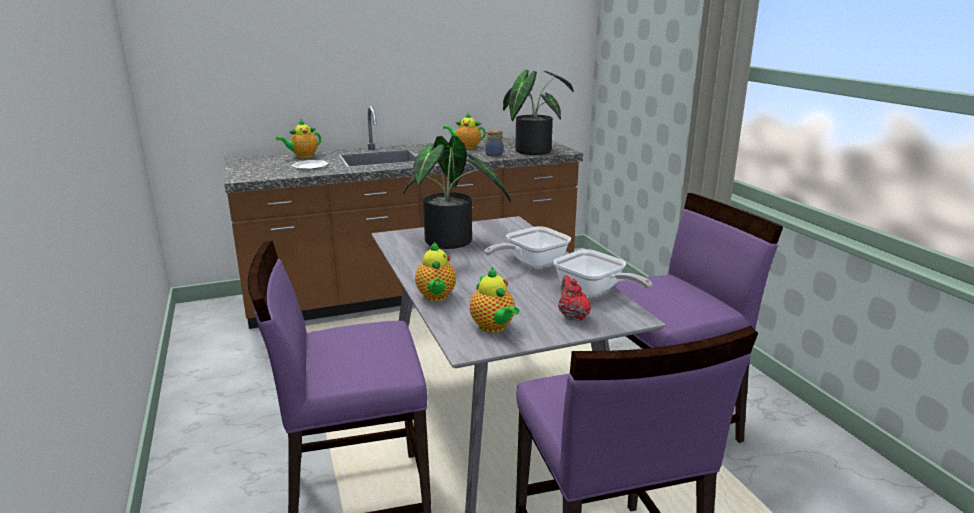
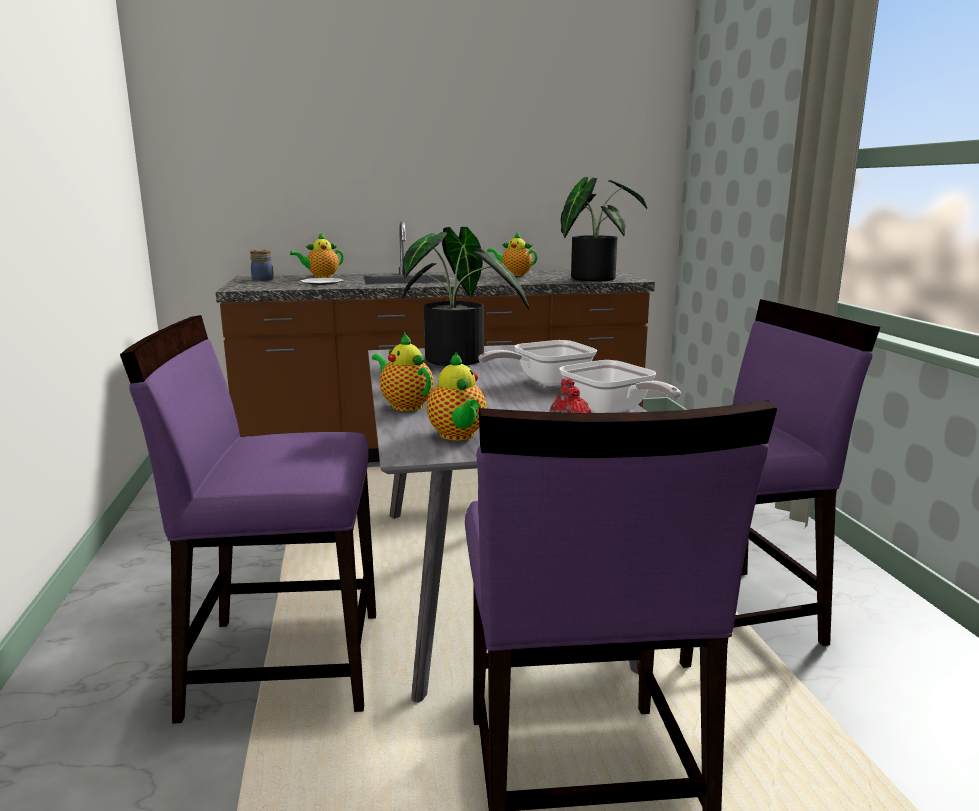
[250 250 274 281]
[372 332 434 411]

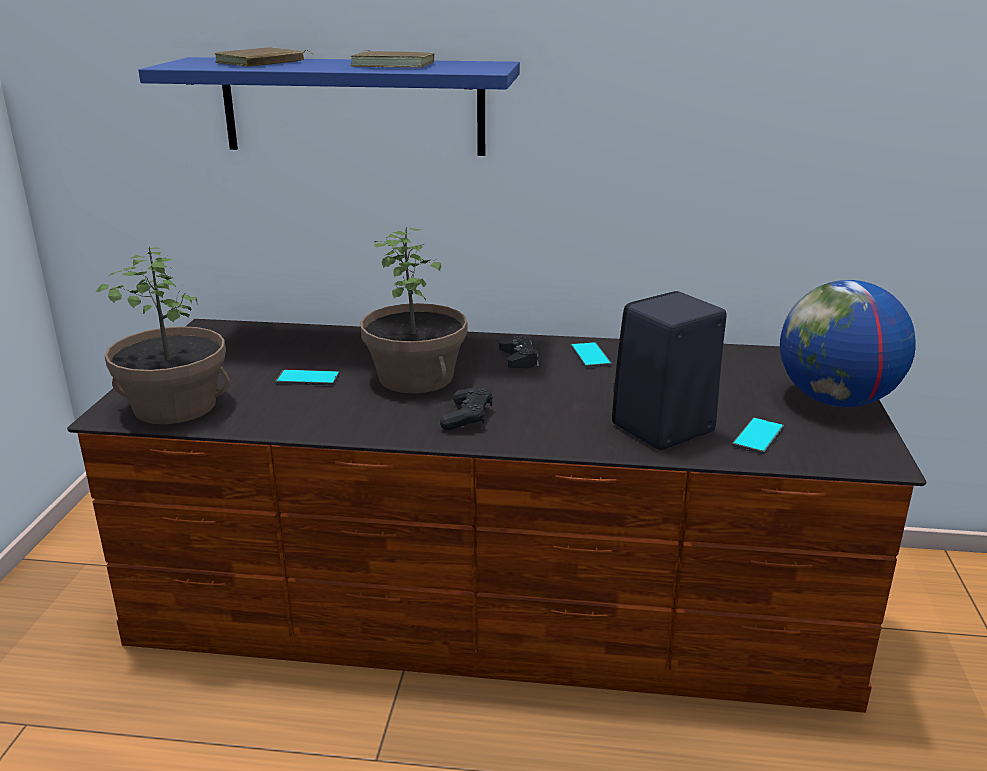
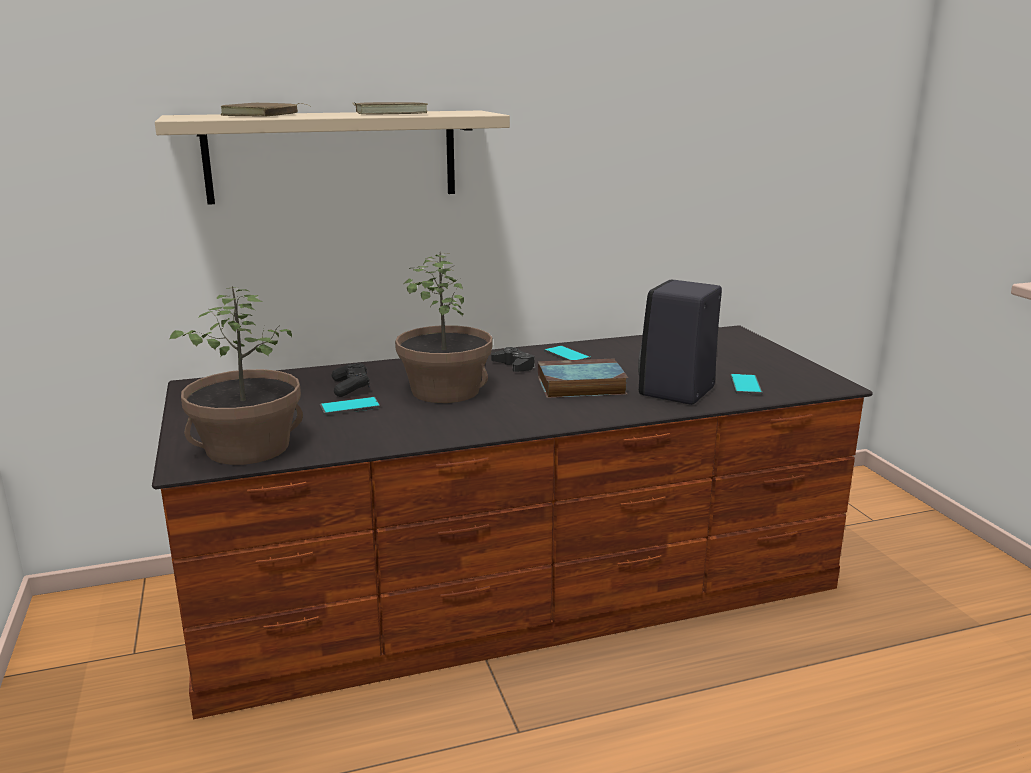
[780 280 916 407] (first image)
[538 359 628 398]
[332 363 369 397]
[155 111 510 205]

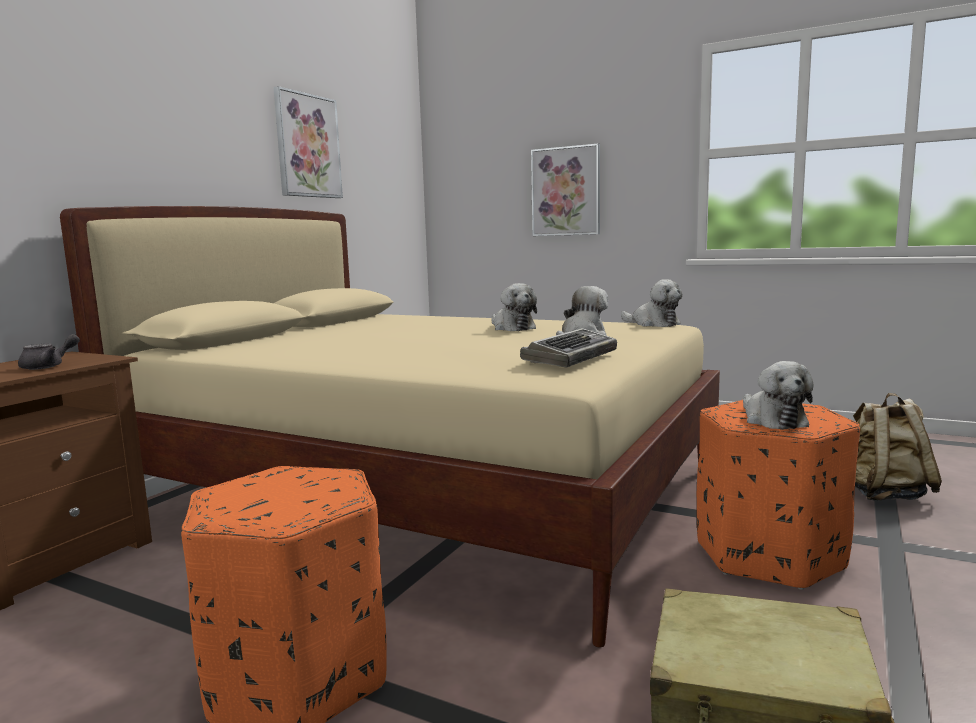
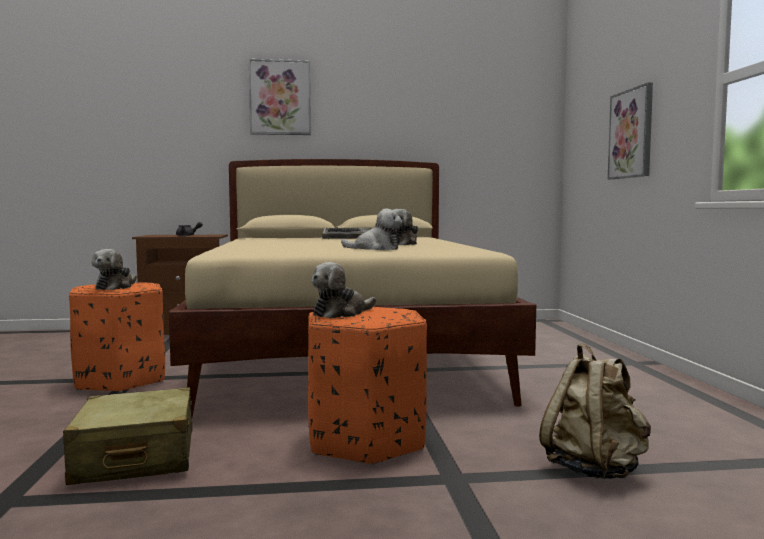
[249 59 311 135]
[322 228 372 239]
[92 249 137 290]

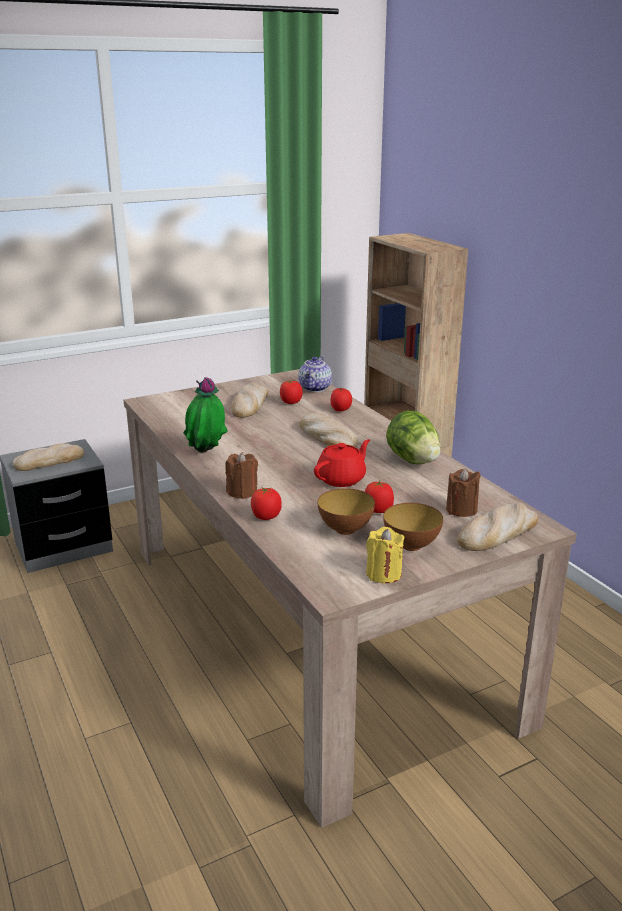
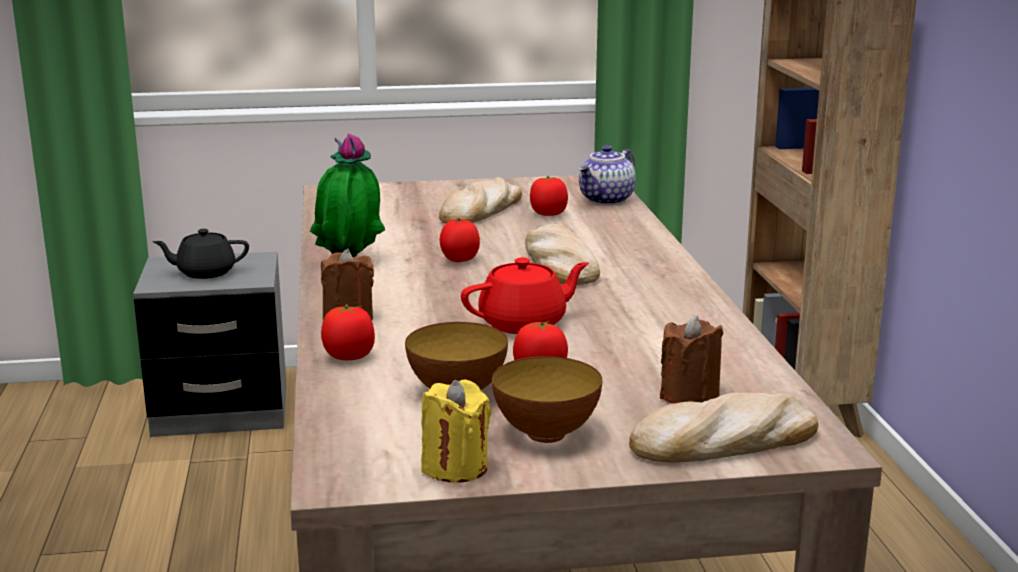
[386 410 441 464] (first image)
[440 218 480 262]
[153 229 249 279]

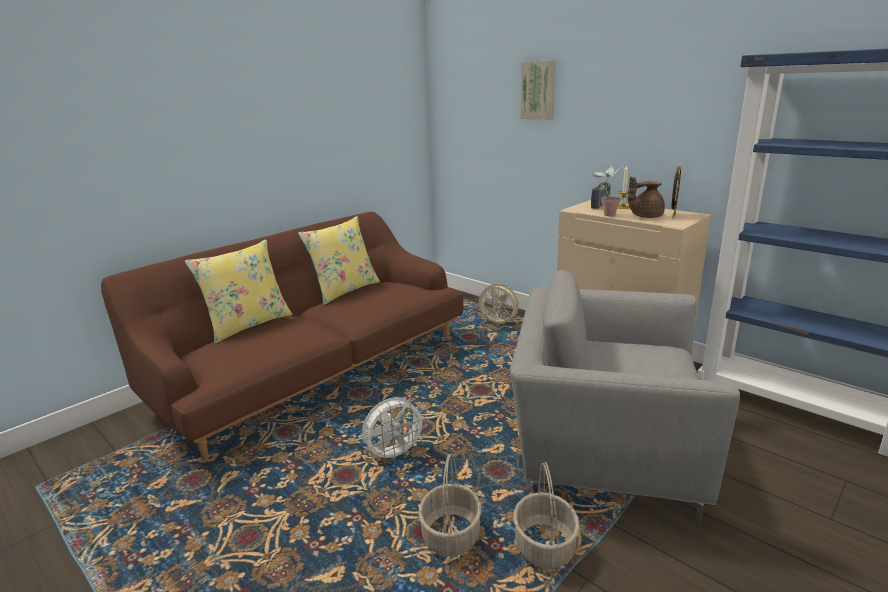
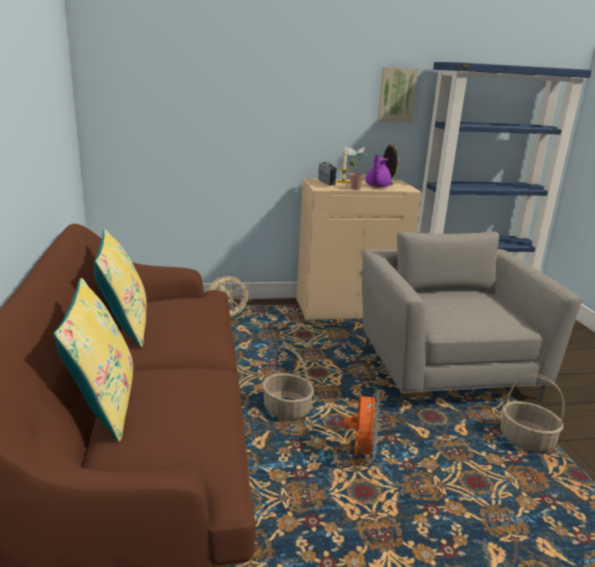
[263 345 314 420]
[377 67 418 123]
[344 389 380 462]
[366 154 391 187]
[362 232 582 407]

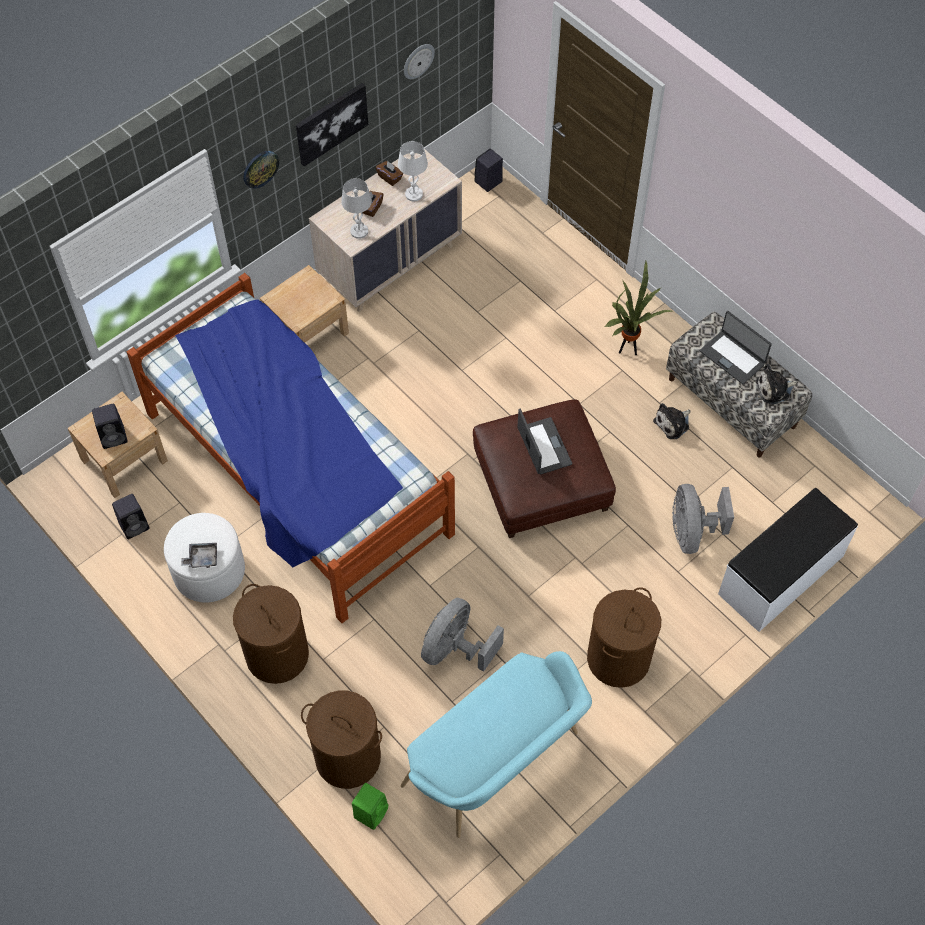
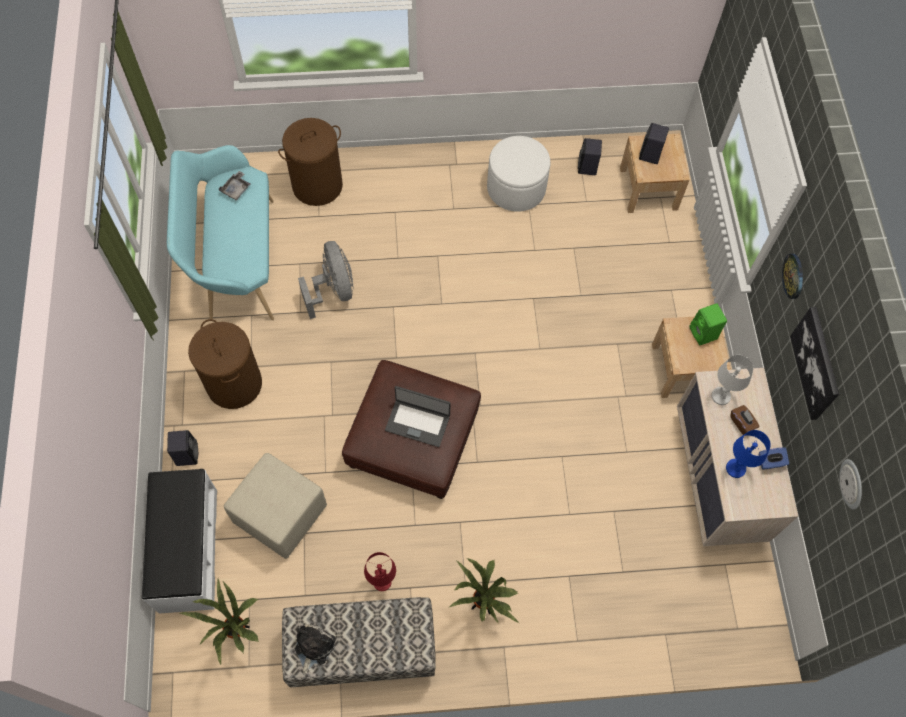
[127 273 455 623] (first image)
[233 584 309 684] (first image)
[700 311 772 384] (first image)
[180 579 259 665]
[219 171 251 200]
[689 303 727 345]
[167 430 198 466]
[364 552 396 591]
[224 453 327 559]
[758 447 789 470]
[726 430 771 478]

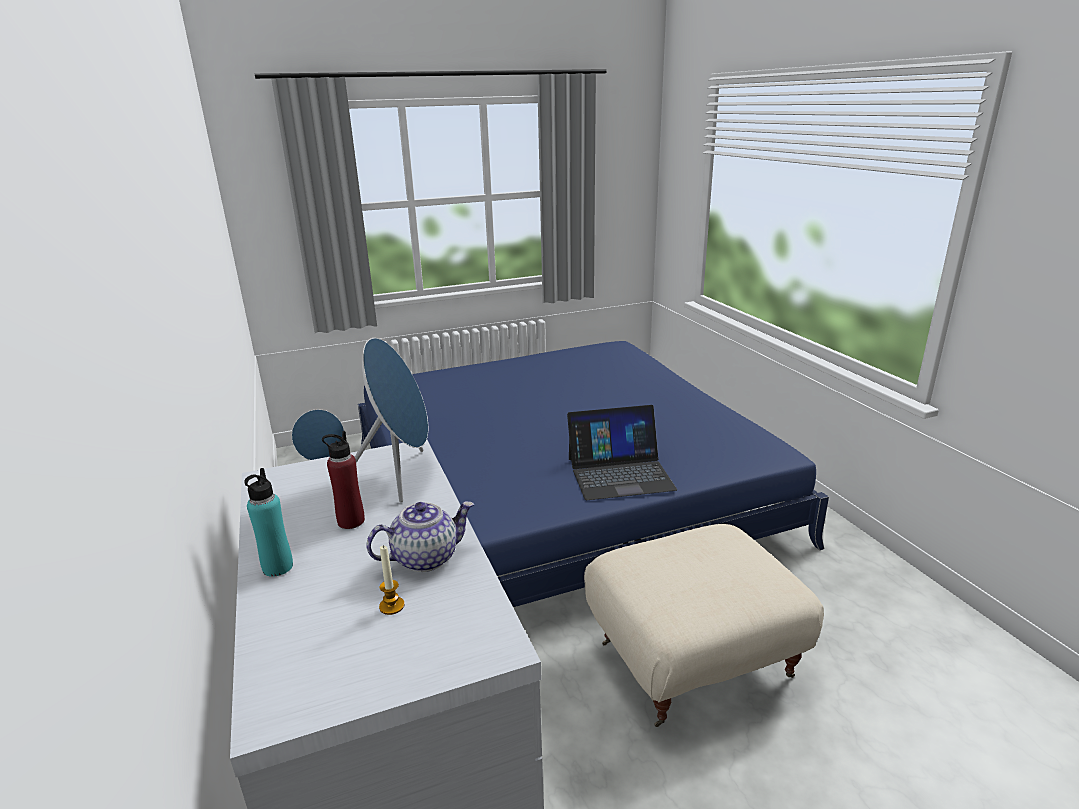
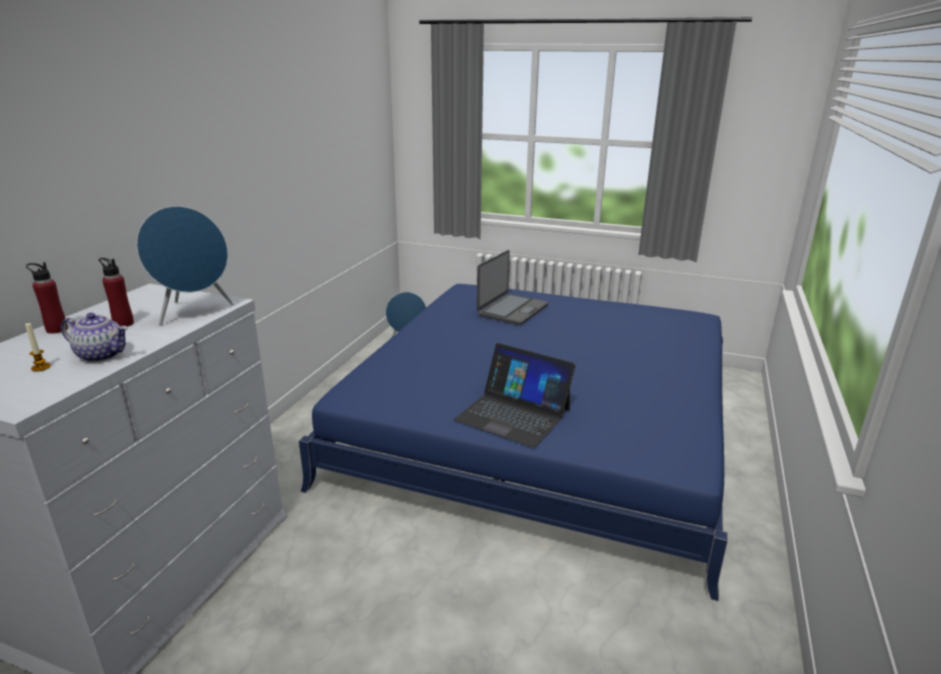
[584 524 824 727] (first image)
[477 250 548 325]
[26 262 68 334]

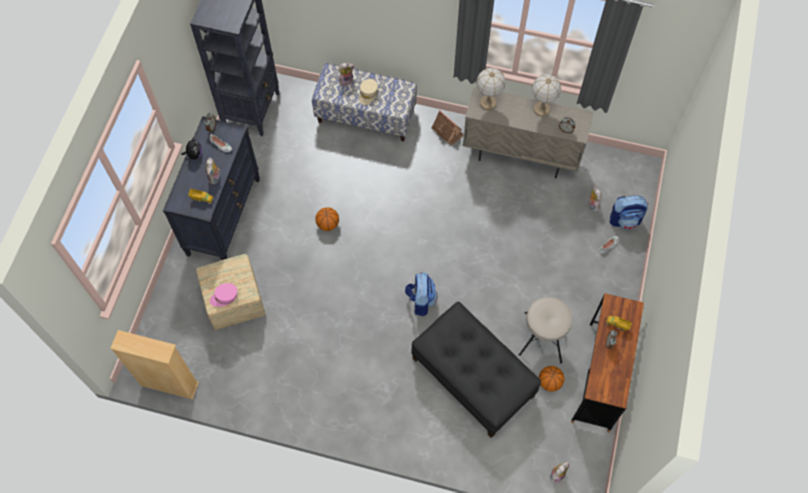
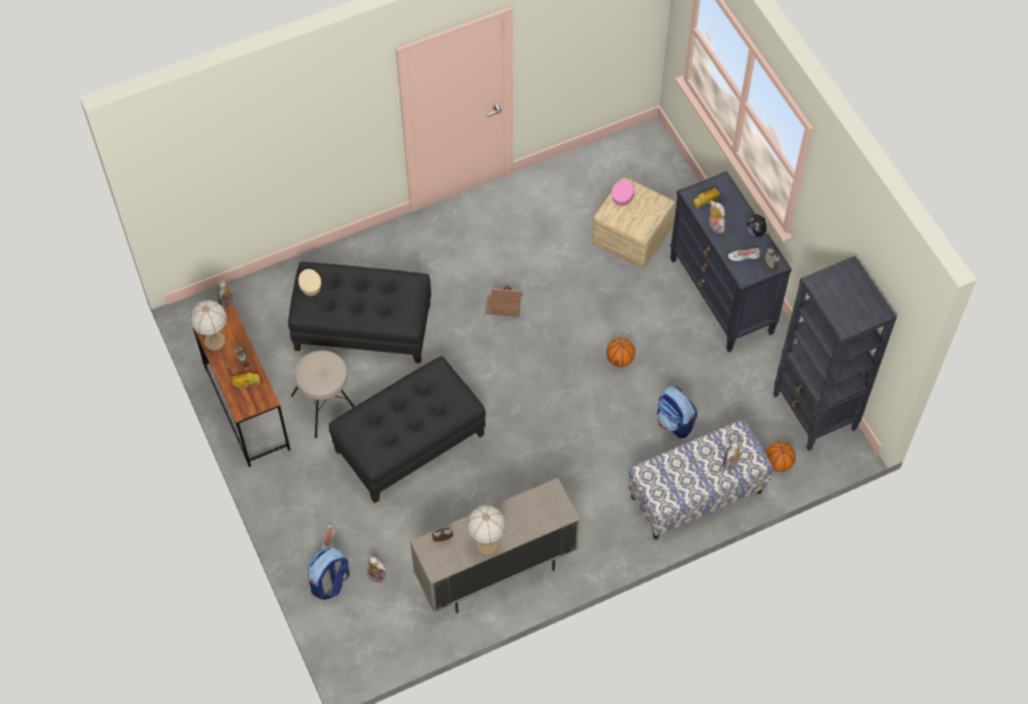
[110 330 199 399] (first image)
[329 356 486 503]
[298 269 321 296]
[657 386 698 438]
[485 284 522 317]
[190 300 227 350]
[765 442 796 472]

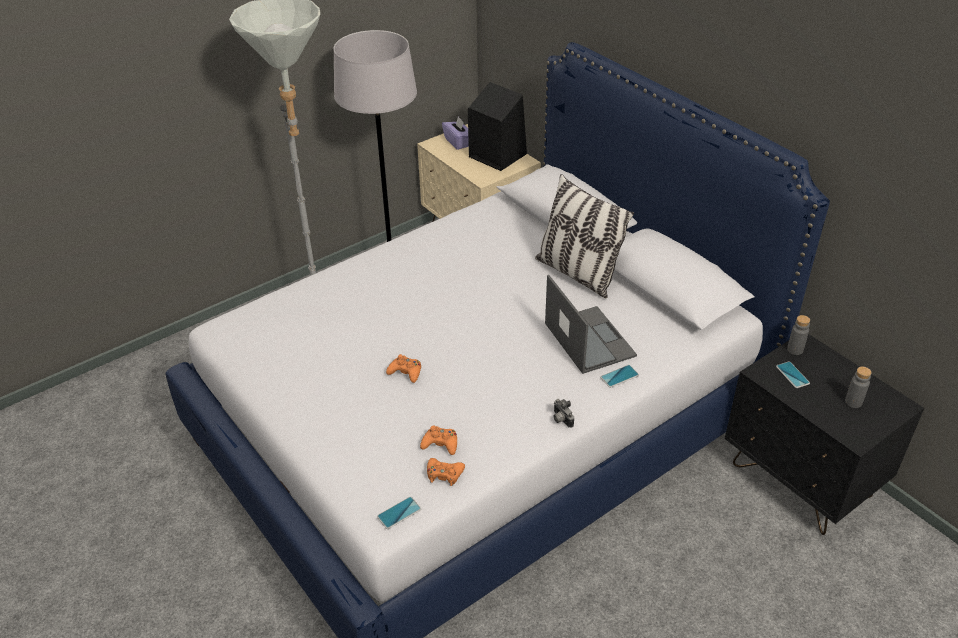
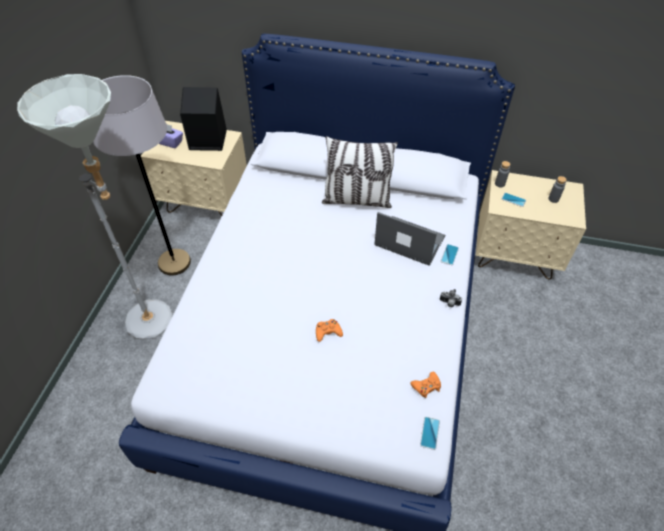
[420 425 457 455] (first image)
[475 170 586 280]

